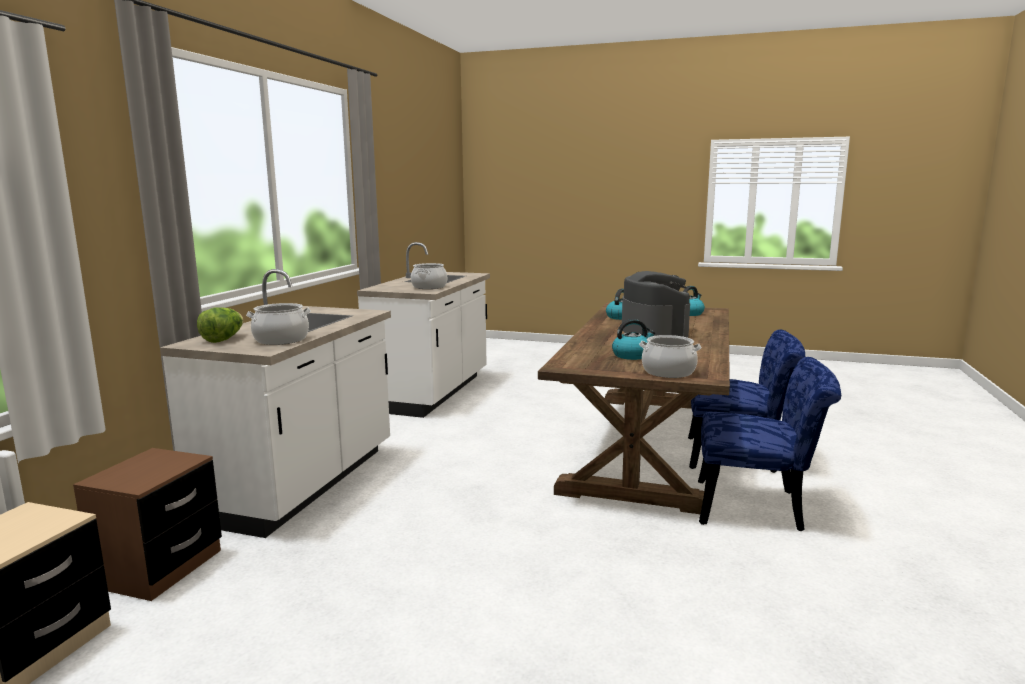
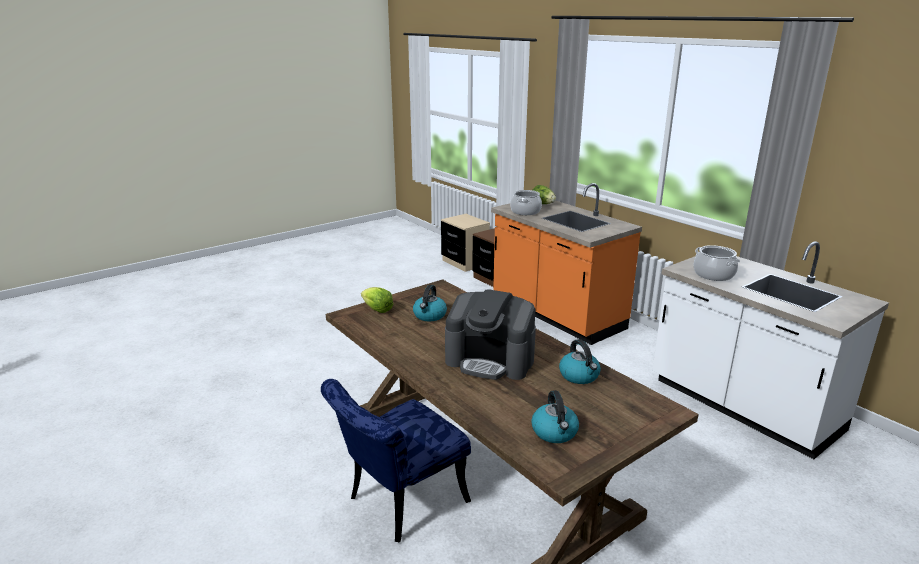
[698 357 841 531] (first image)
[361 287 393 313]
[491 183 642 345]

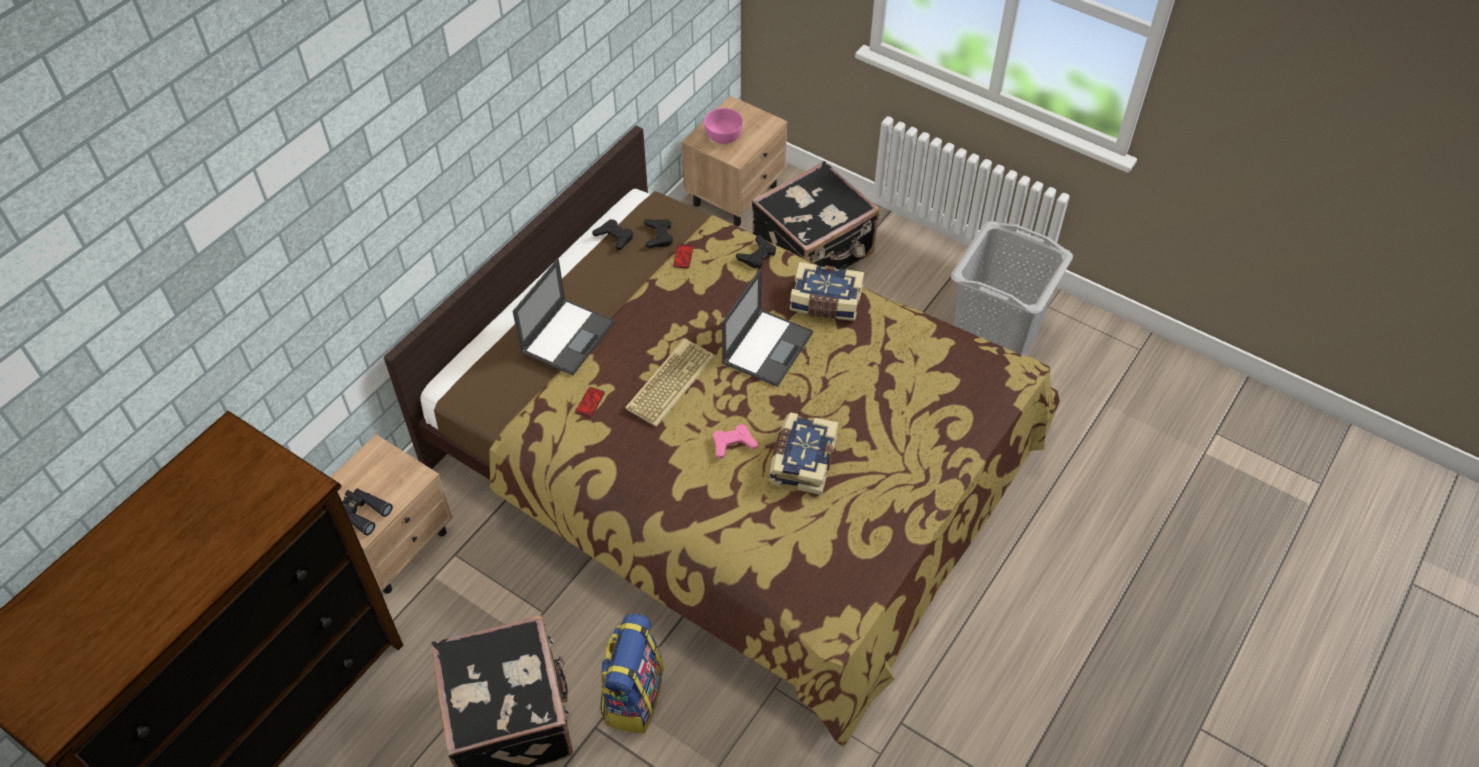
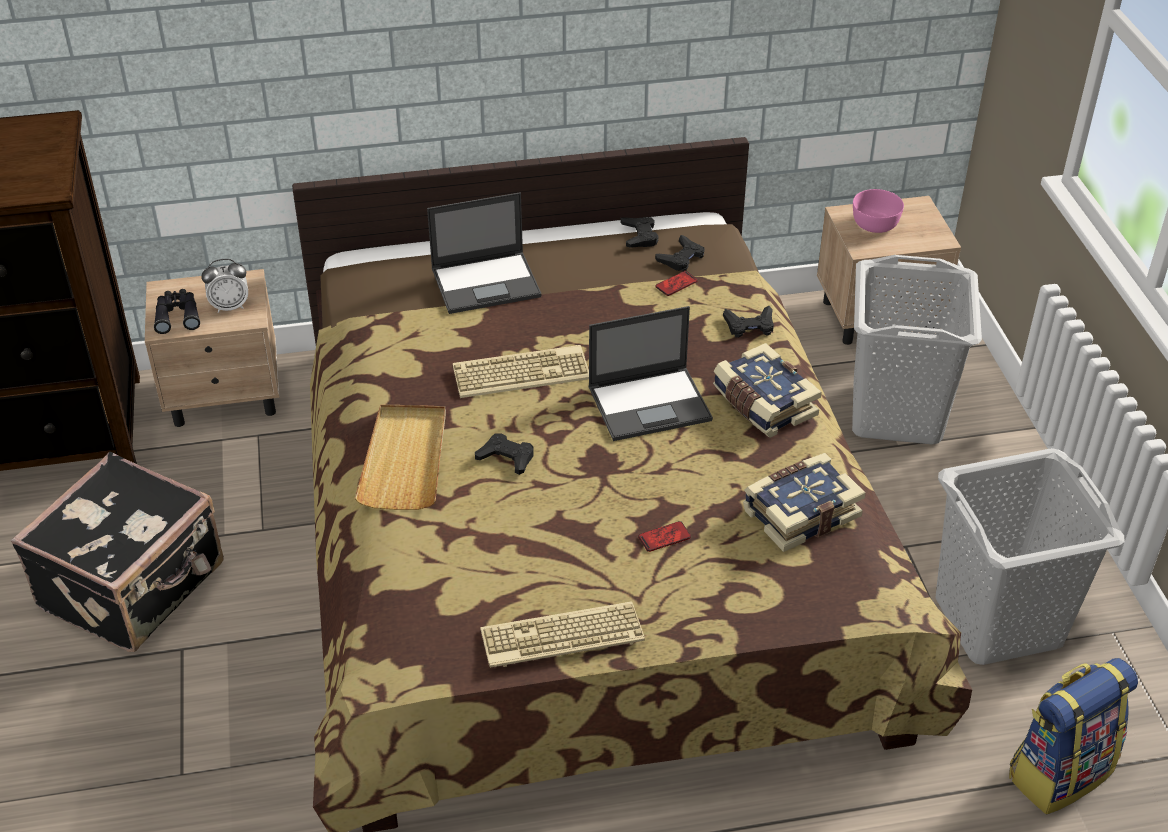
[201 259 248 313]
[355 405 446 510]
[480 601 645 668]
[638 521 691 552]
[1009 658 1138 814]
[743 453 866 552]
[852 255 982 445]
[475 433 533 475]

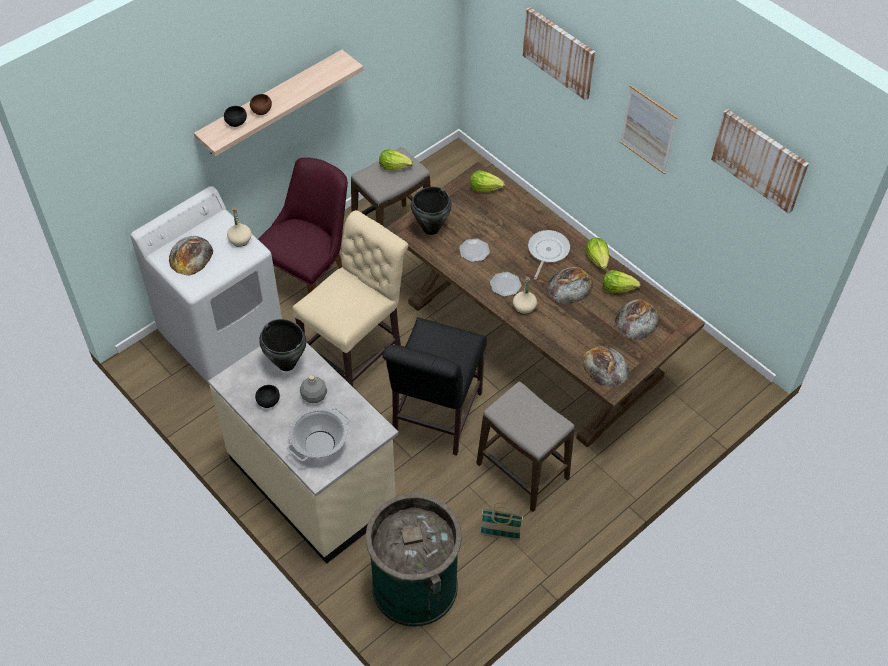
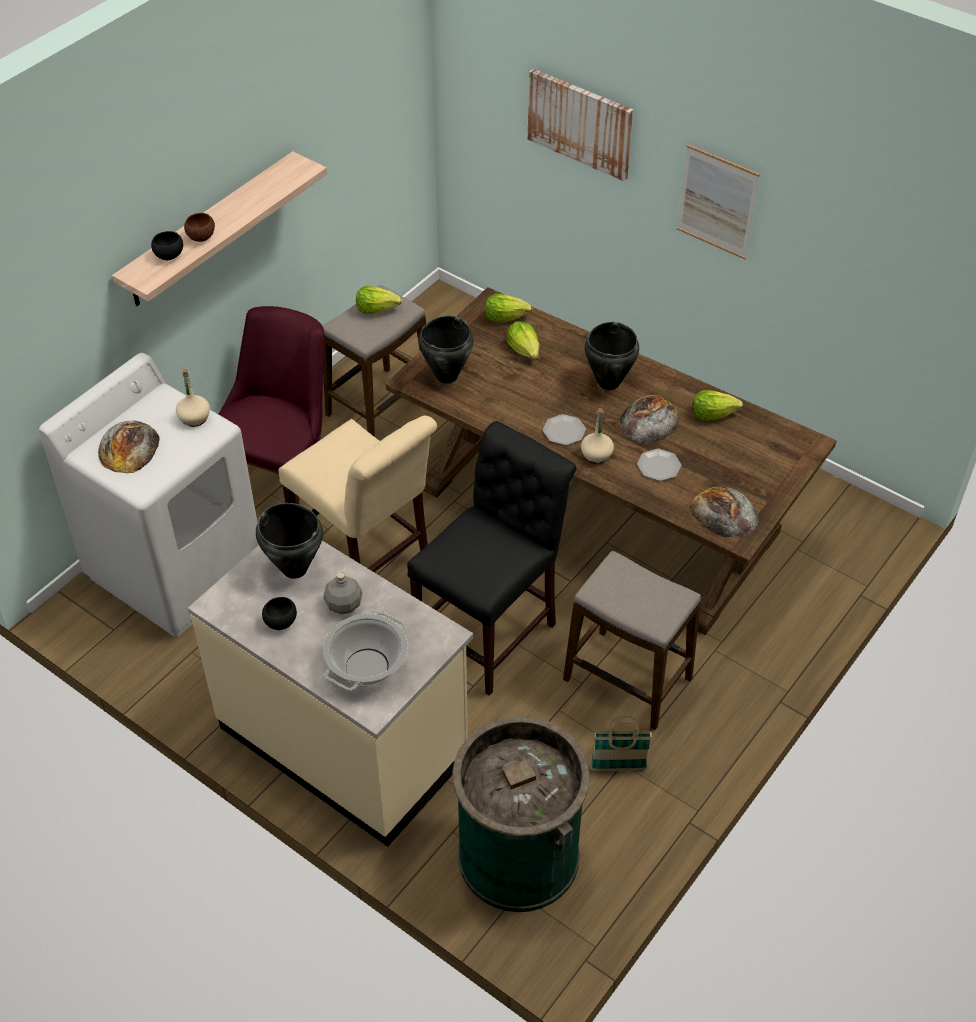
[615 299 659 340] (first image)
[711 109 809 214] (first image)
[637 449 681 481]
[507 321 539 359]
[584 322 639 390]
[278 415 437 572]
[407 421 576 695]

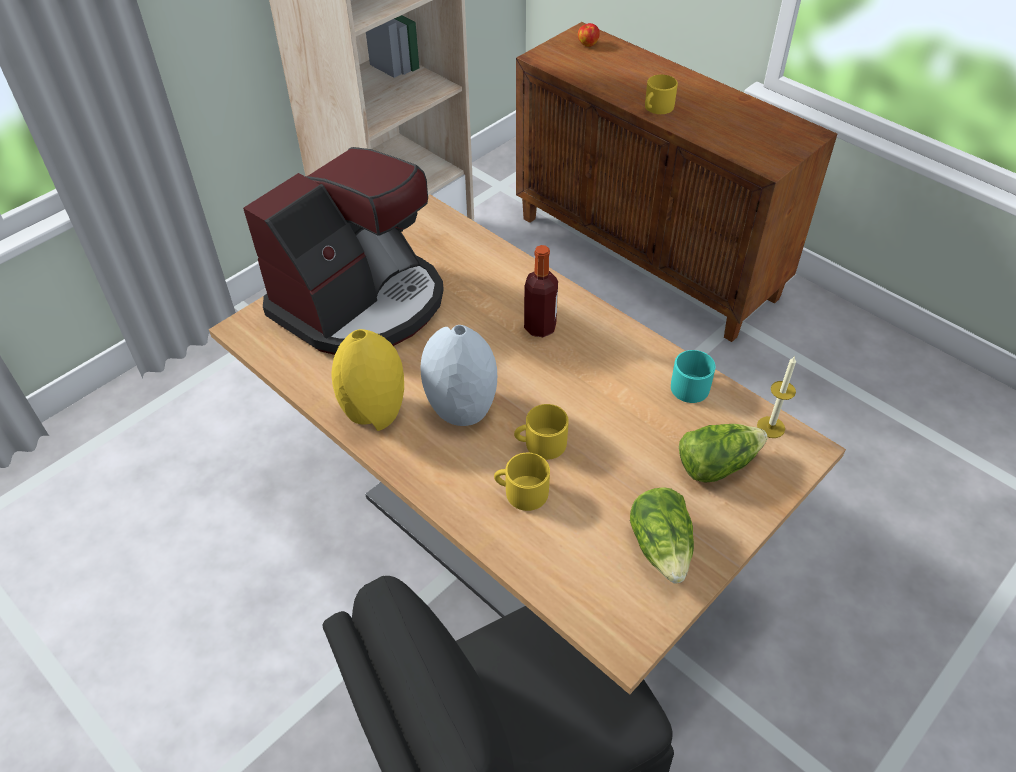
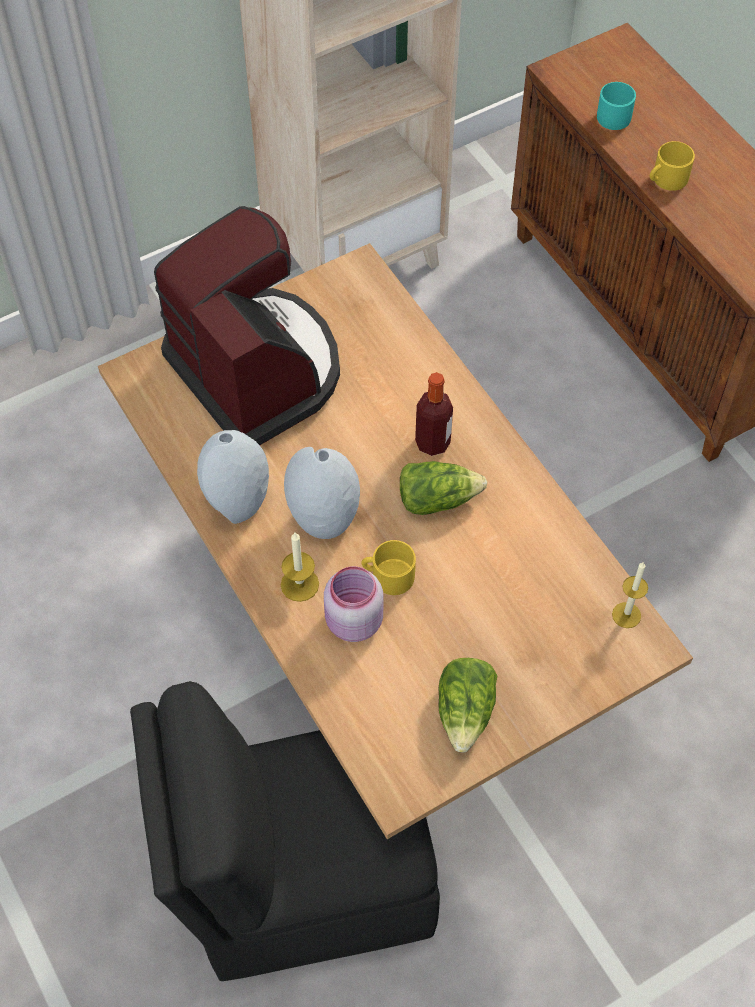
[578 23 600 47] (first image)
[281 533 319 602]
[597 82 636 130]
[400 461 487 515]
[324 566 383 642]
[197 430 269 524]
[154 206 340 445]

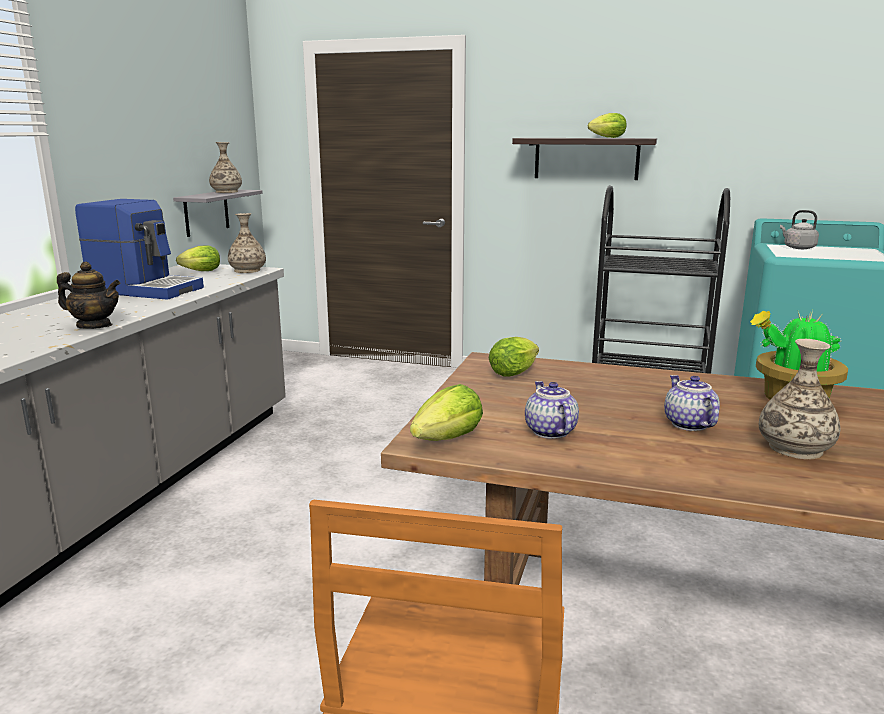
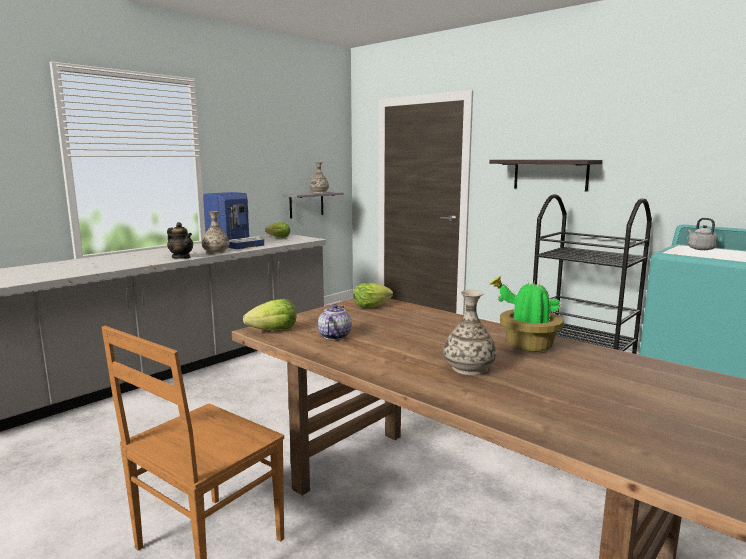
[588 113 626 138] (first image)
[664 375 720 431] (first image)
[202 211 229 254]

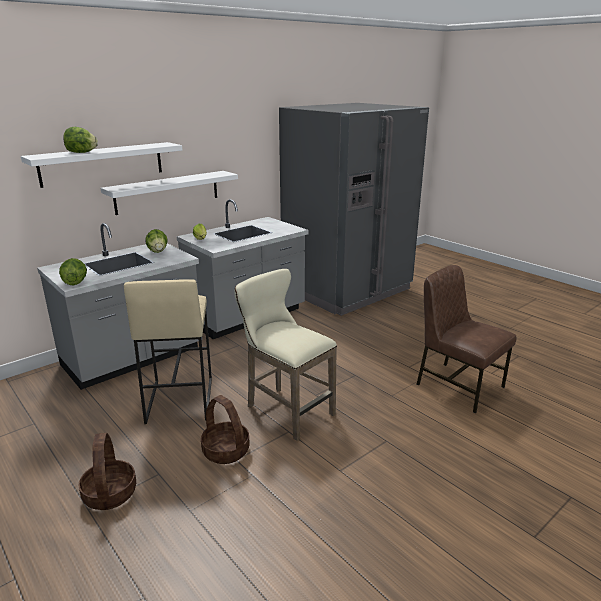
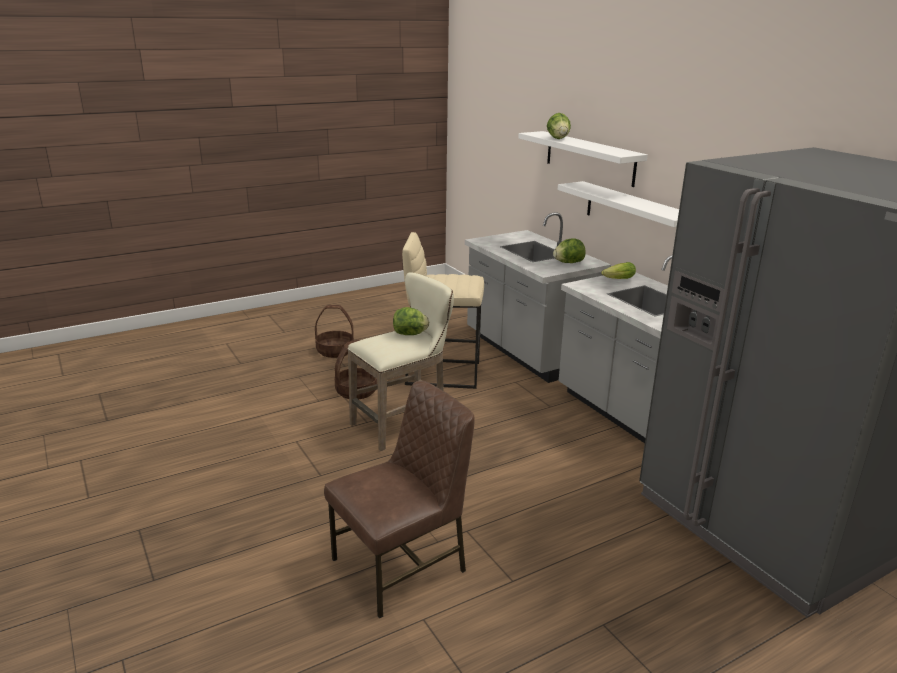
[393 307 429 335]

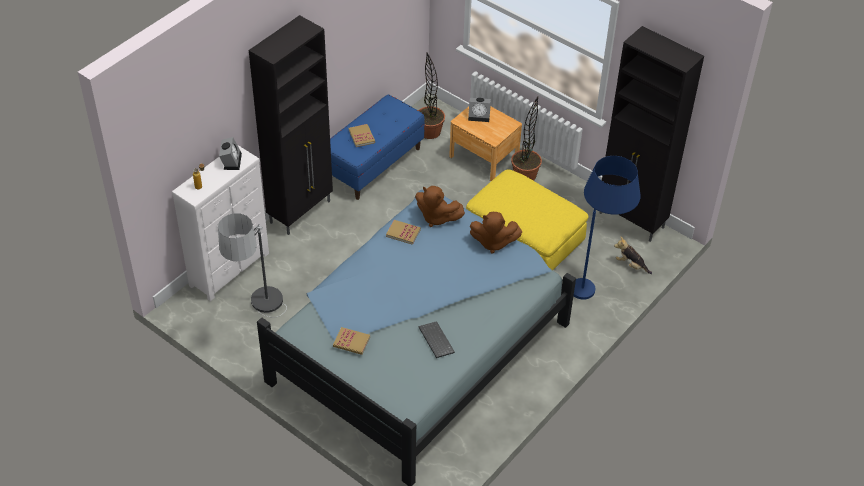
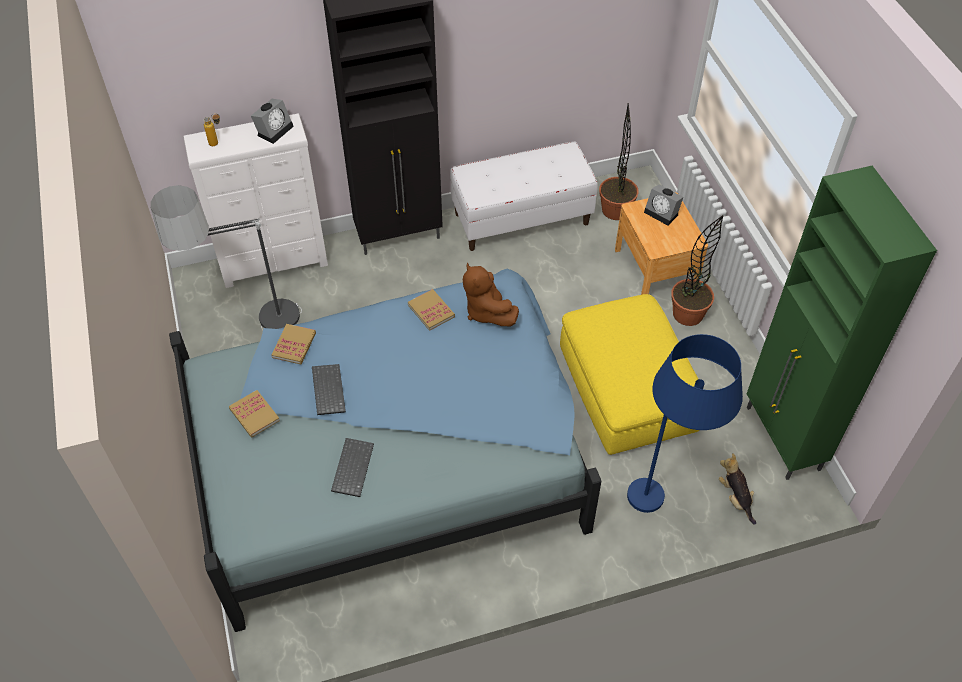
[470 212 522 253] (first image)
[312 364 346 415]
[271 324 316 364]
[450 142 598 251]
[747 166 937 480]

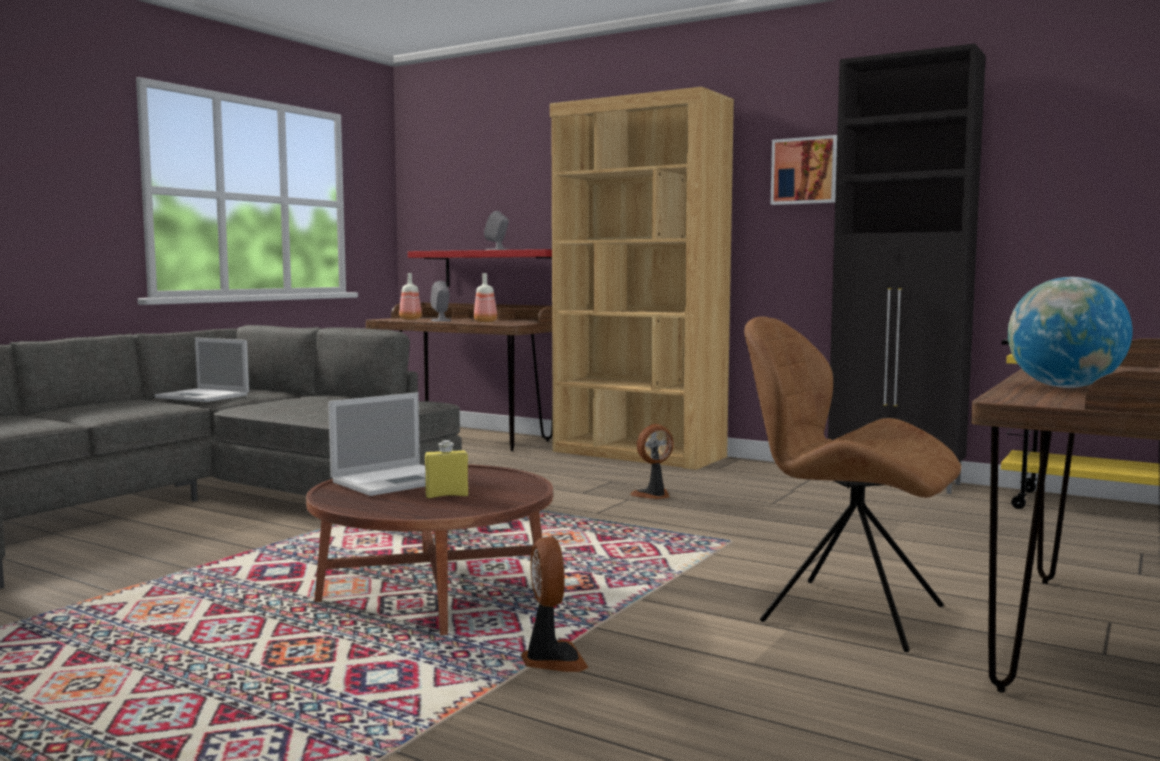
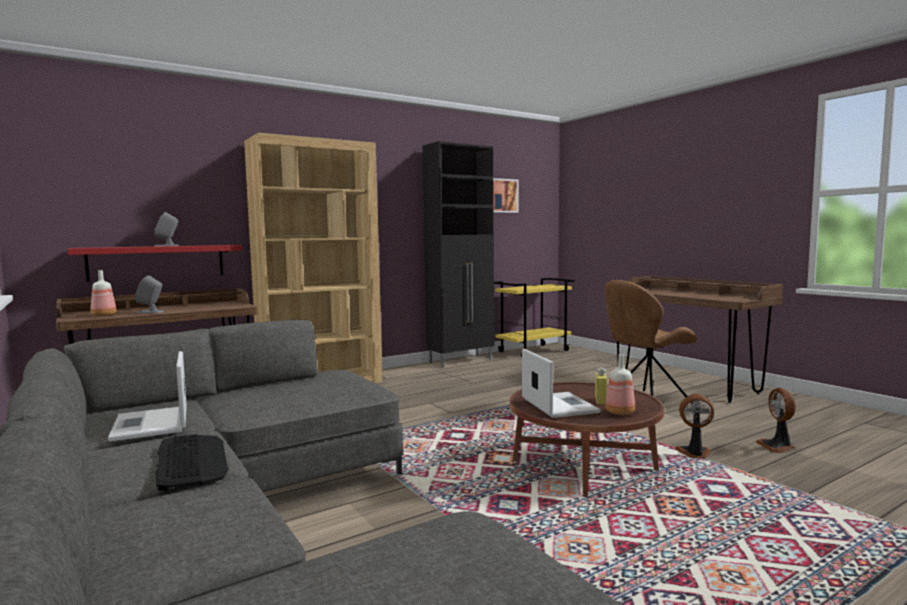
[1008 277 1132 388] (first image)
[155 434 229 491]
[605 354 635 415]
[756 388 796 453]
[493 178 518 213]
[108 351 187 442]

